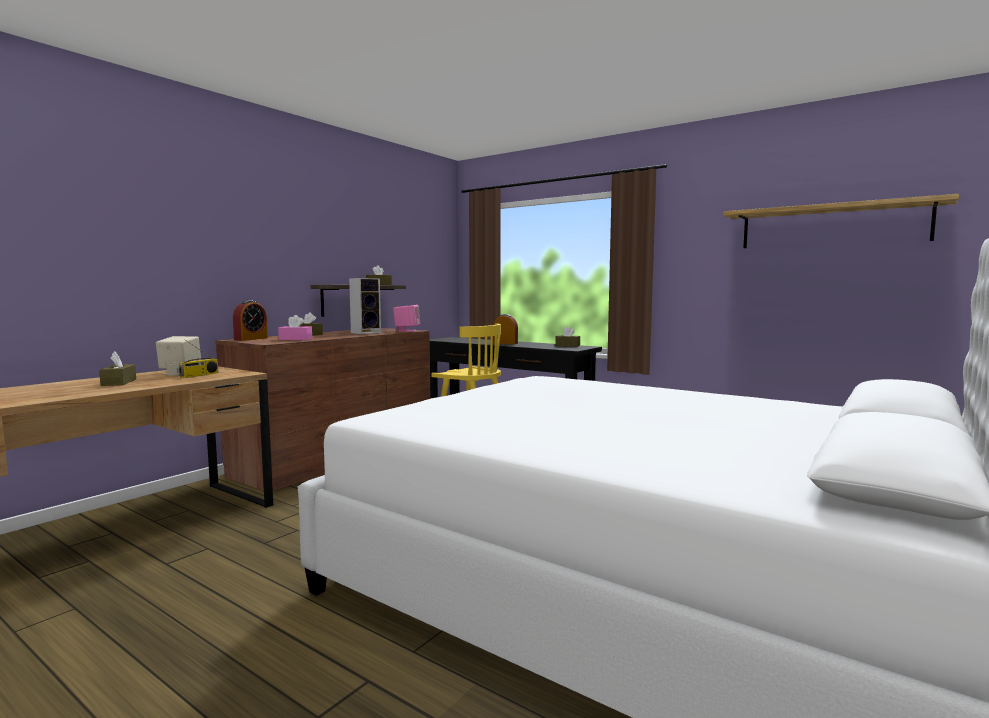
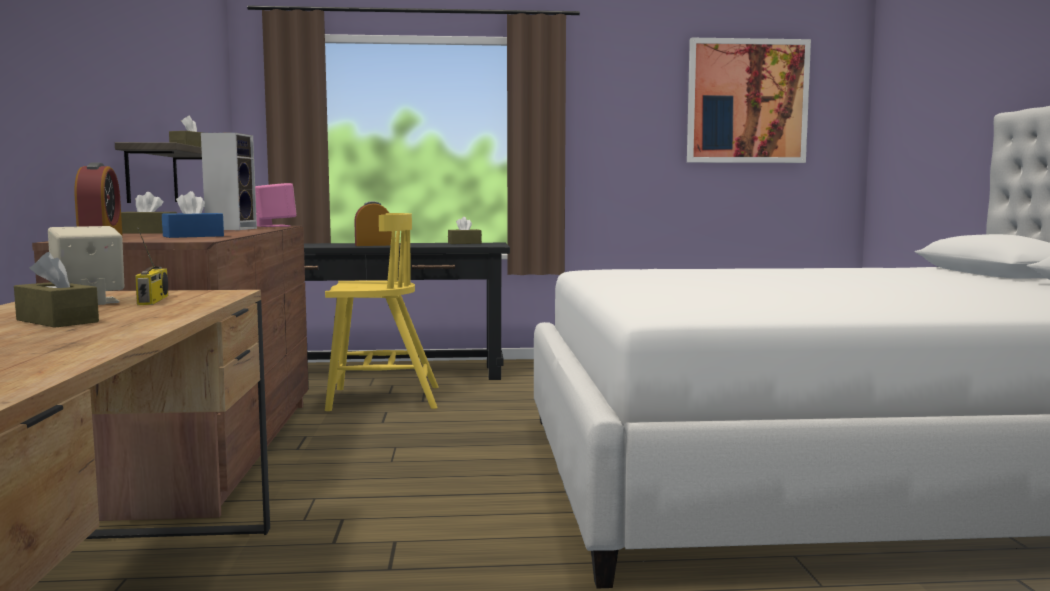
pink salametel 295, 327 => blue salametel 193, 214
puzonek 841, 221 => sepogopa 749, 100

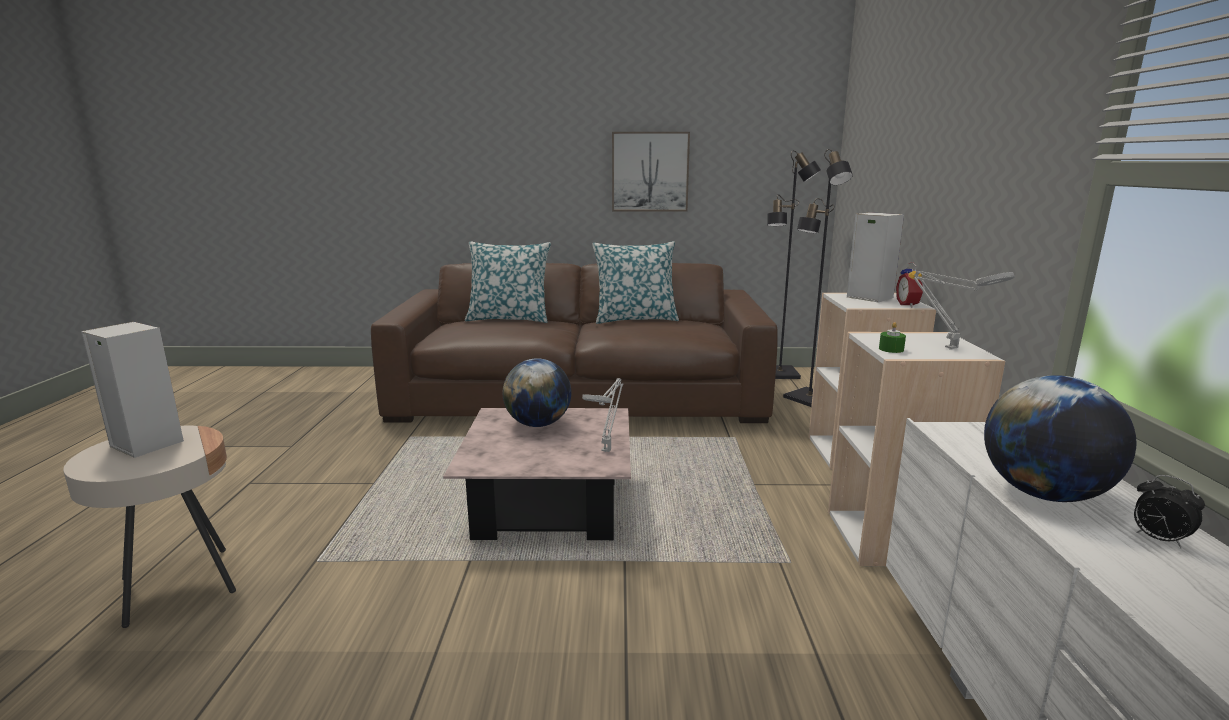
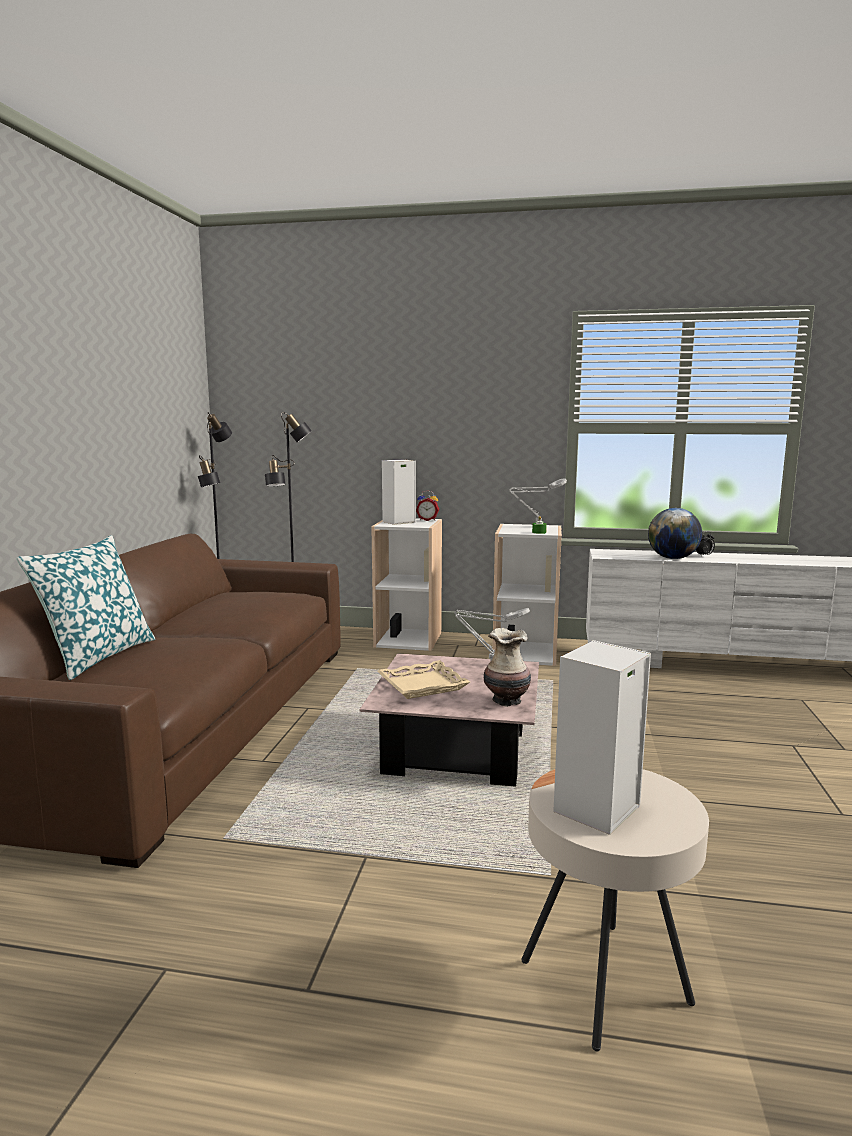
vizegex 537, 392 => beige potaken 423, 679
nothing => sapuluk 507, 667
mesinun 635, 282 => nothing
sepogopa 651, 171 => nothing

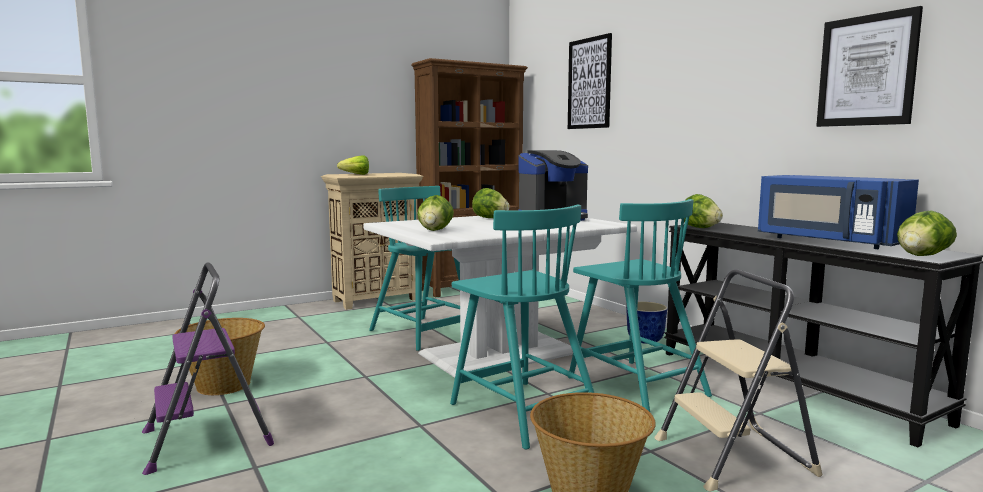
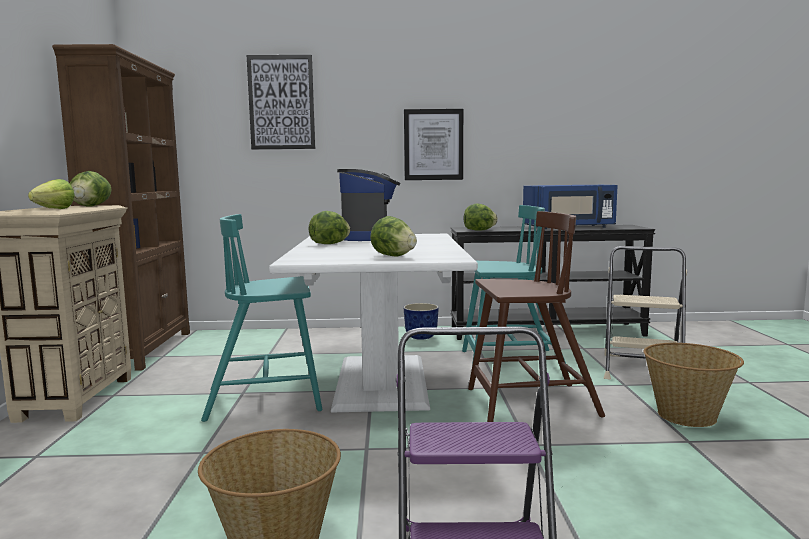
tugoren 927, 233 => tugoren 91, 188, move
sepogopa 869, 66 => sepogopa 433, 144, move
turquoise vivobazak 522, 327 => brown vivobazak 536, 316

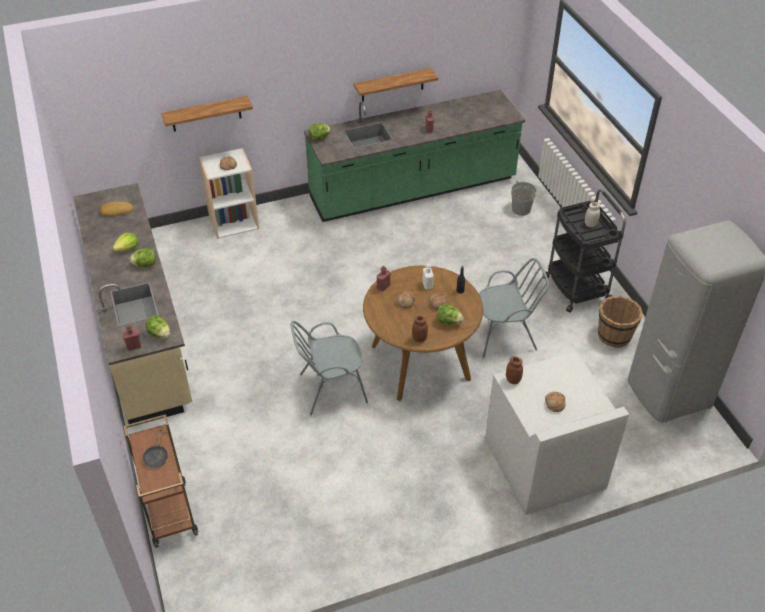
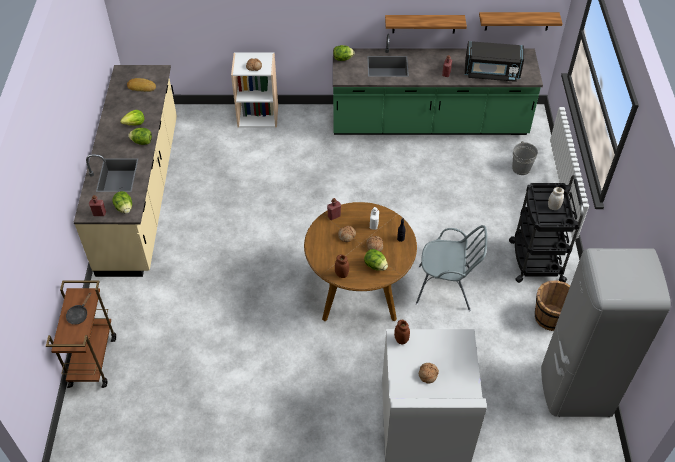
nothing => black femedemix 494, 61
puzonek 207, 114 => puzonek 521, 21, move
grey vivobazak 330, 369 => nothing

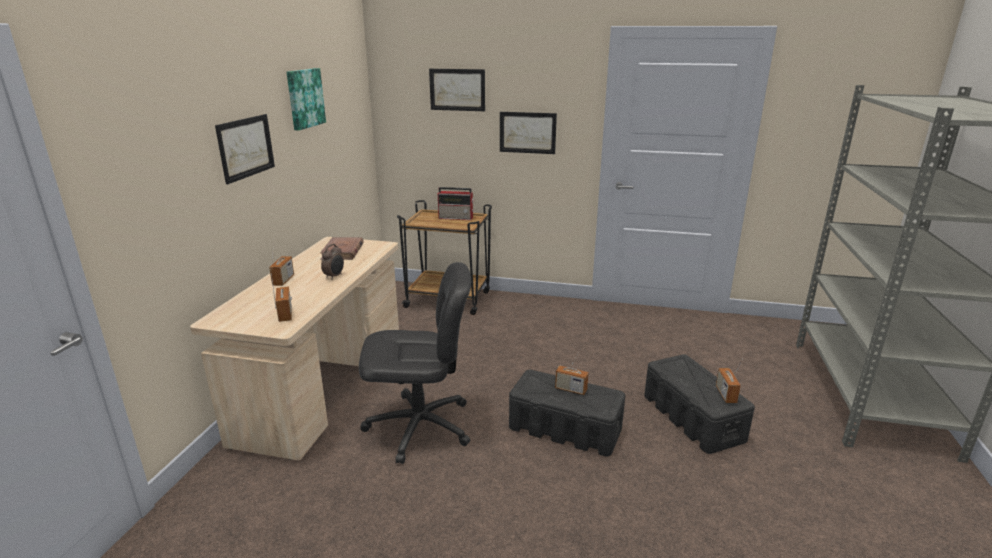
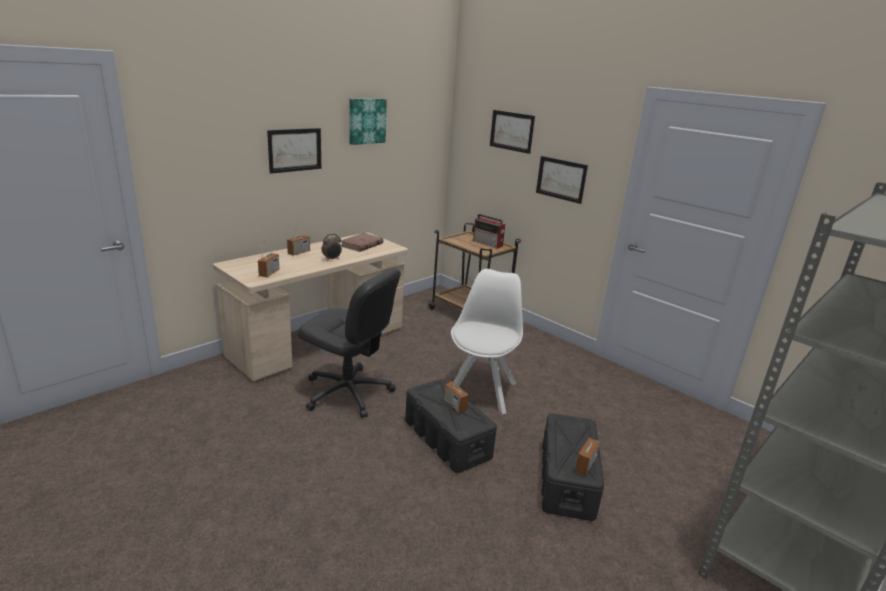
nothing => white vivobazak 487, 342

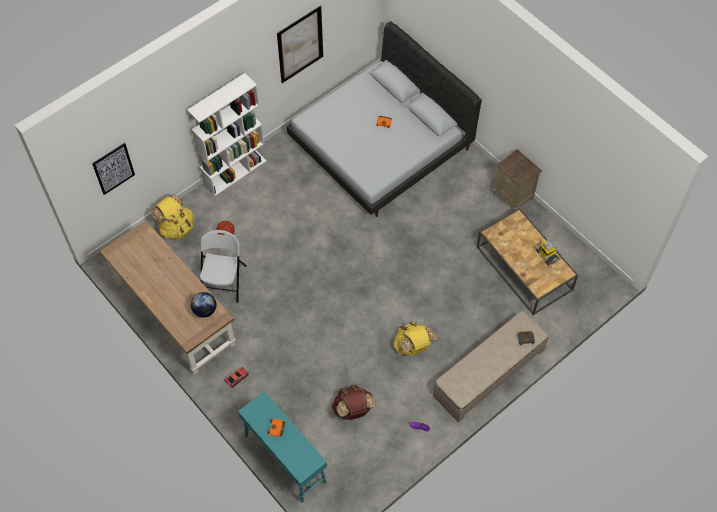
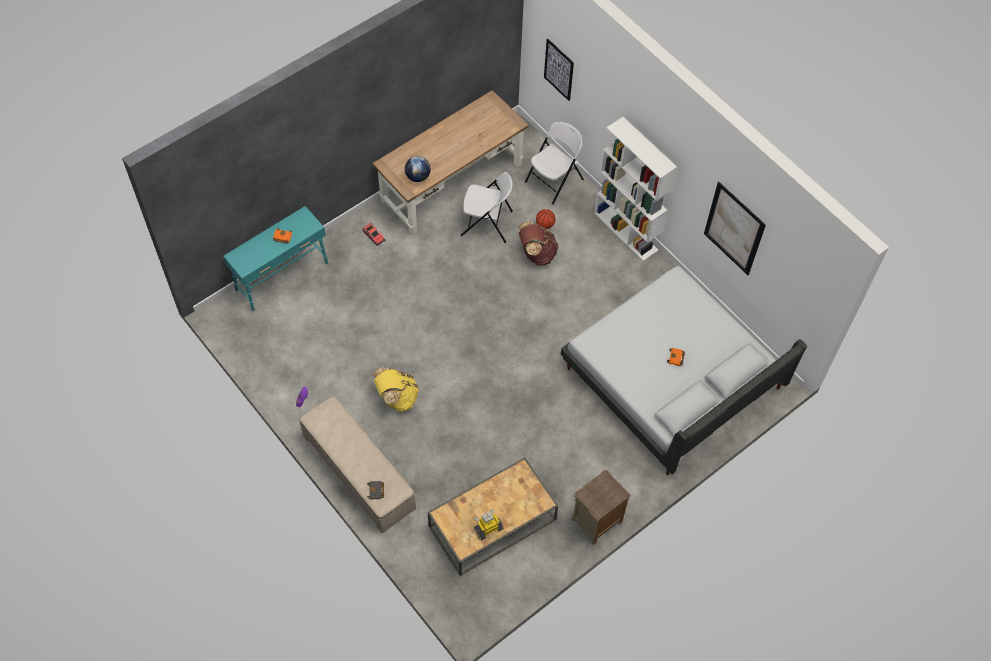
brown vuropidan 354, 402 => brown vuropidan 538, 244, move
yellow vuropidan 172, 216 => white vivobazak 554, 163

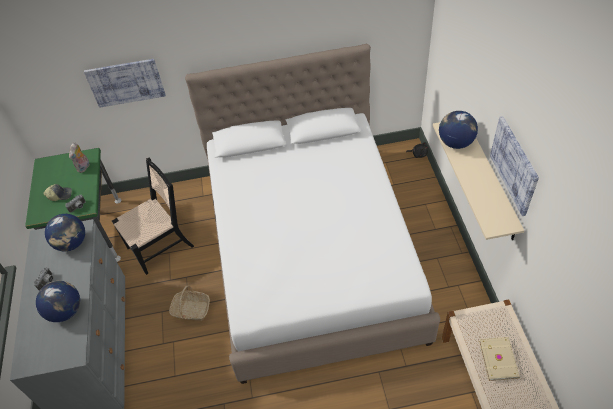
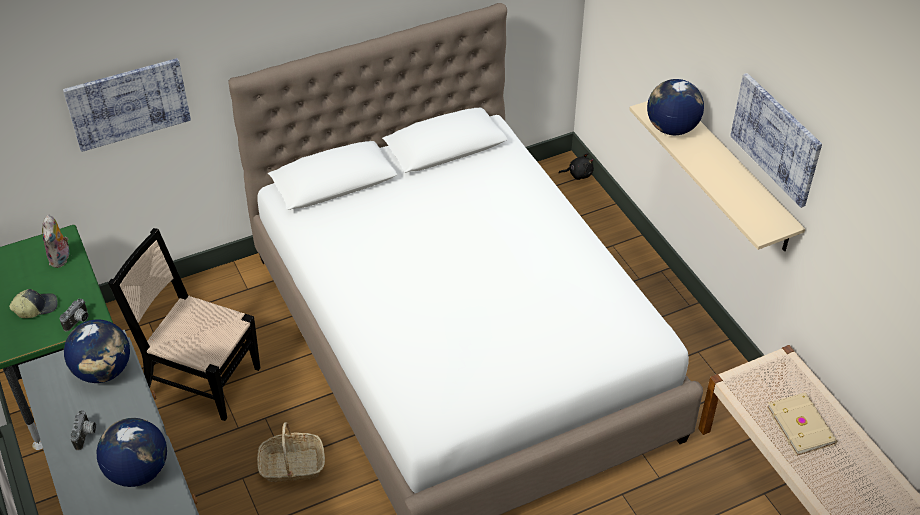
vivobazak 153, 216 => vivobazak 184, 324, 105 degrees counterclockwise

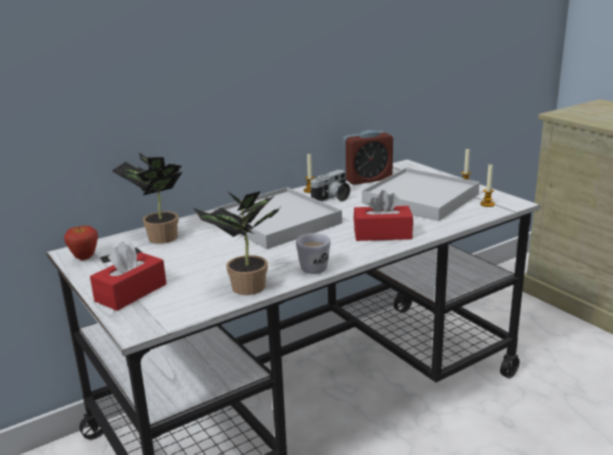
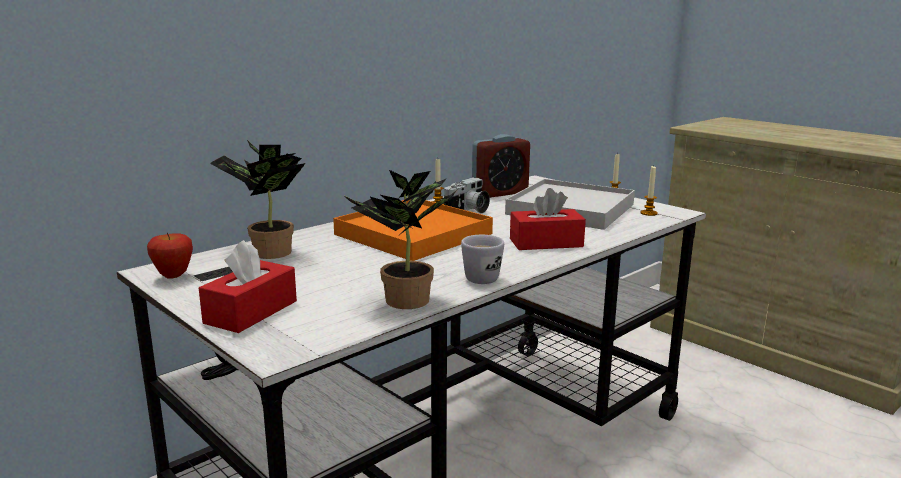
white potaken 278, 218 => orange potaken 413, 230

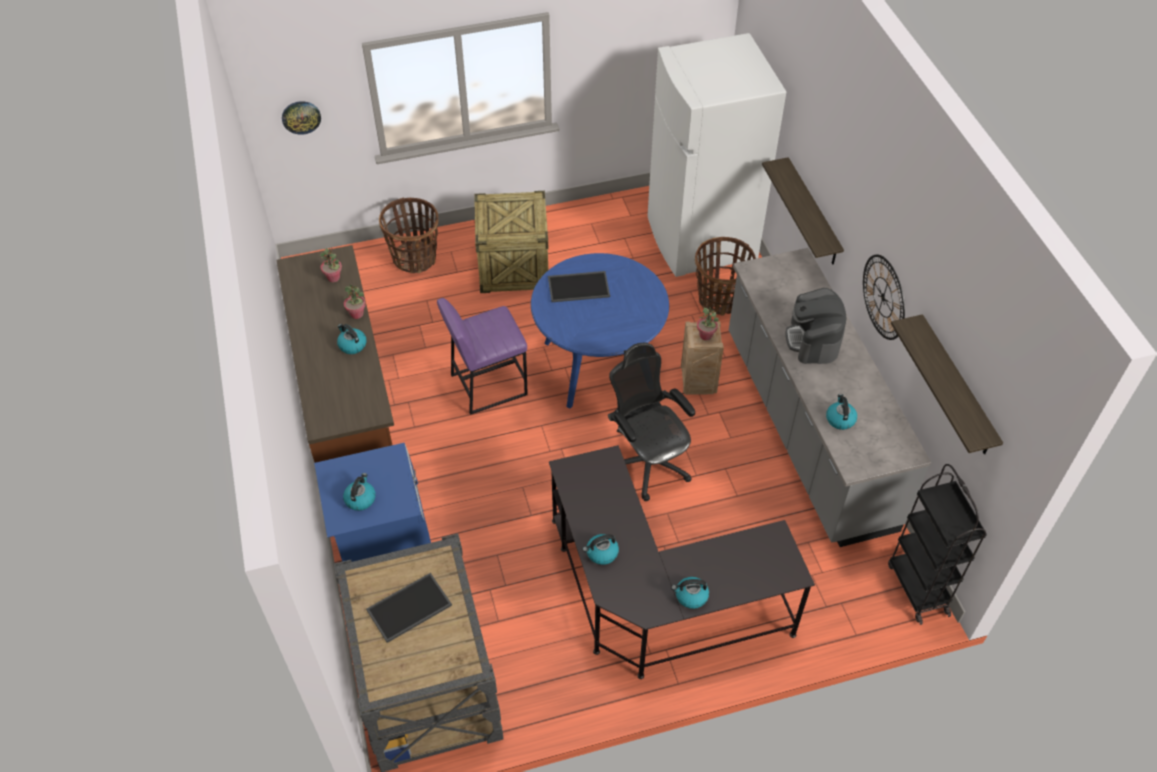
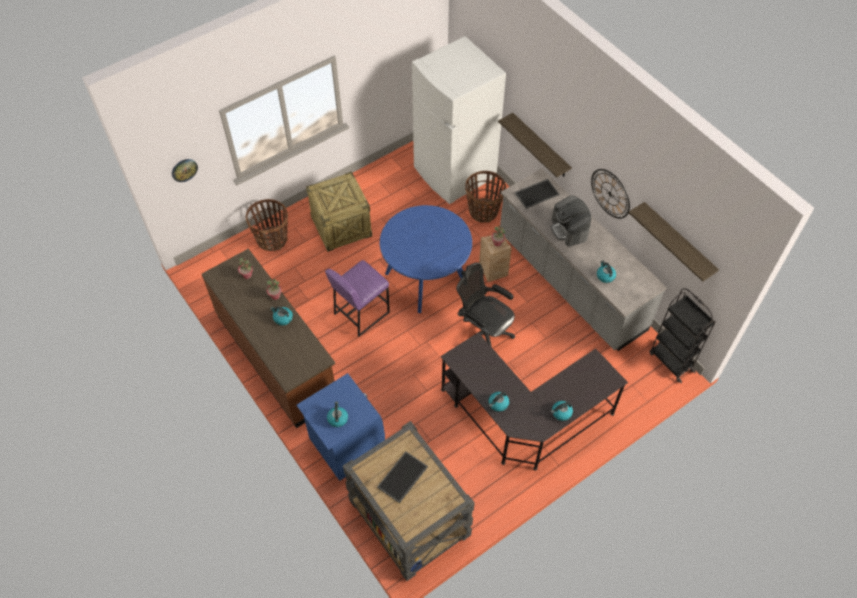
potaken 579, 286 => potaken 537, 194, move

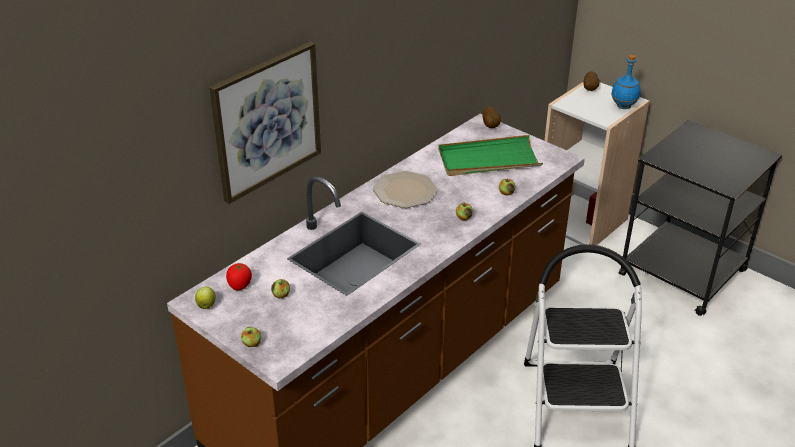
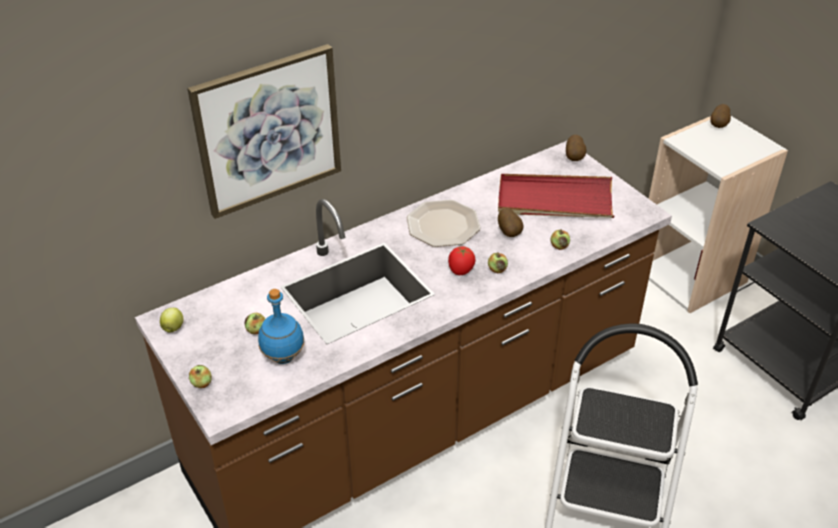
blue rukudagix 626, 82 => blue rukudagix 281, 326, move
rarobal 239, 276 => rarobal 462, 260, move
green potaken 490, 155 => red potaken 556, 196
nothing => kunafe 510, 222

